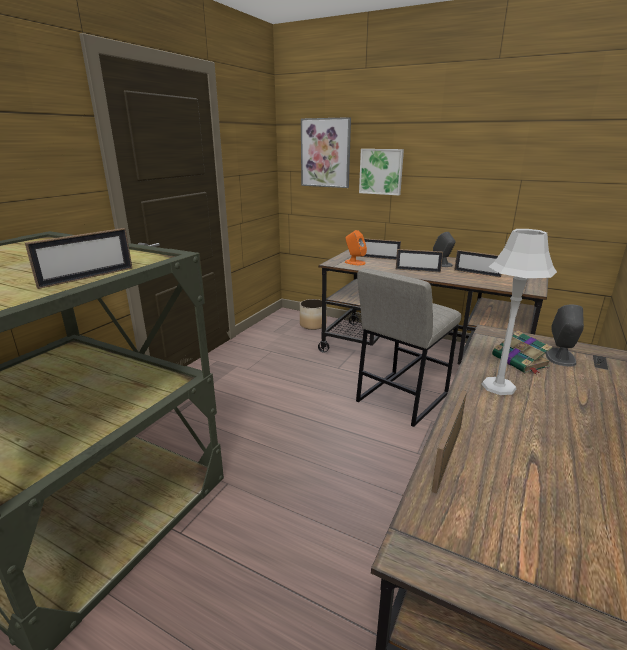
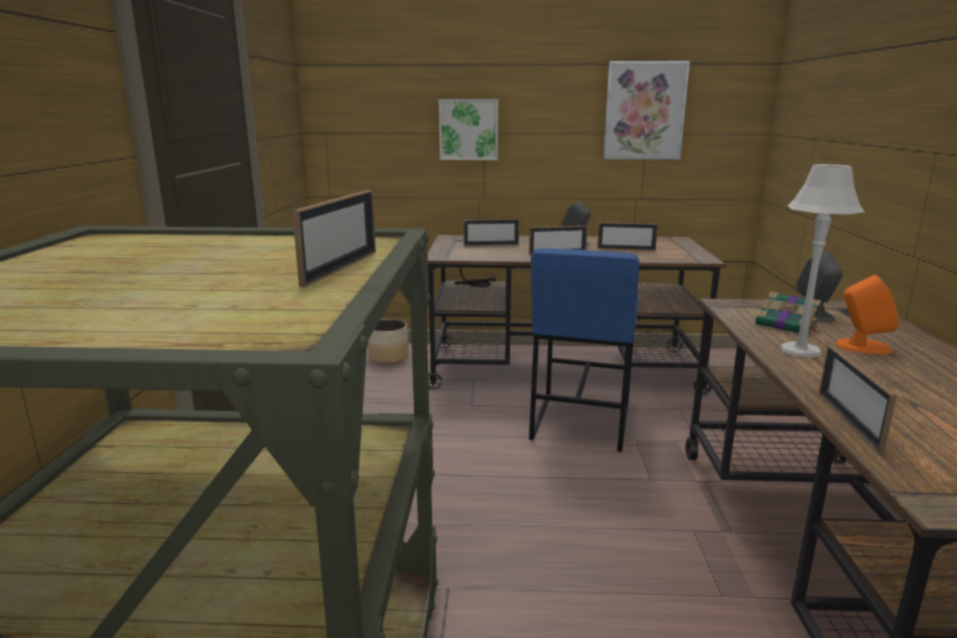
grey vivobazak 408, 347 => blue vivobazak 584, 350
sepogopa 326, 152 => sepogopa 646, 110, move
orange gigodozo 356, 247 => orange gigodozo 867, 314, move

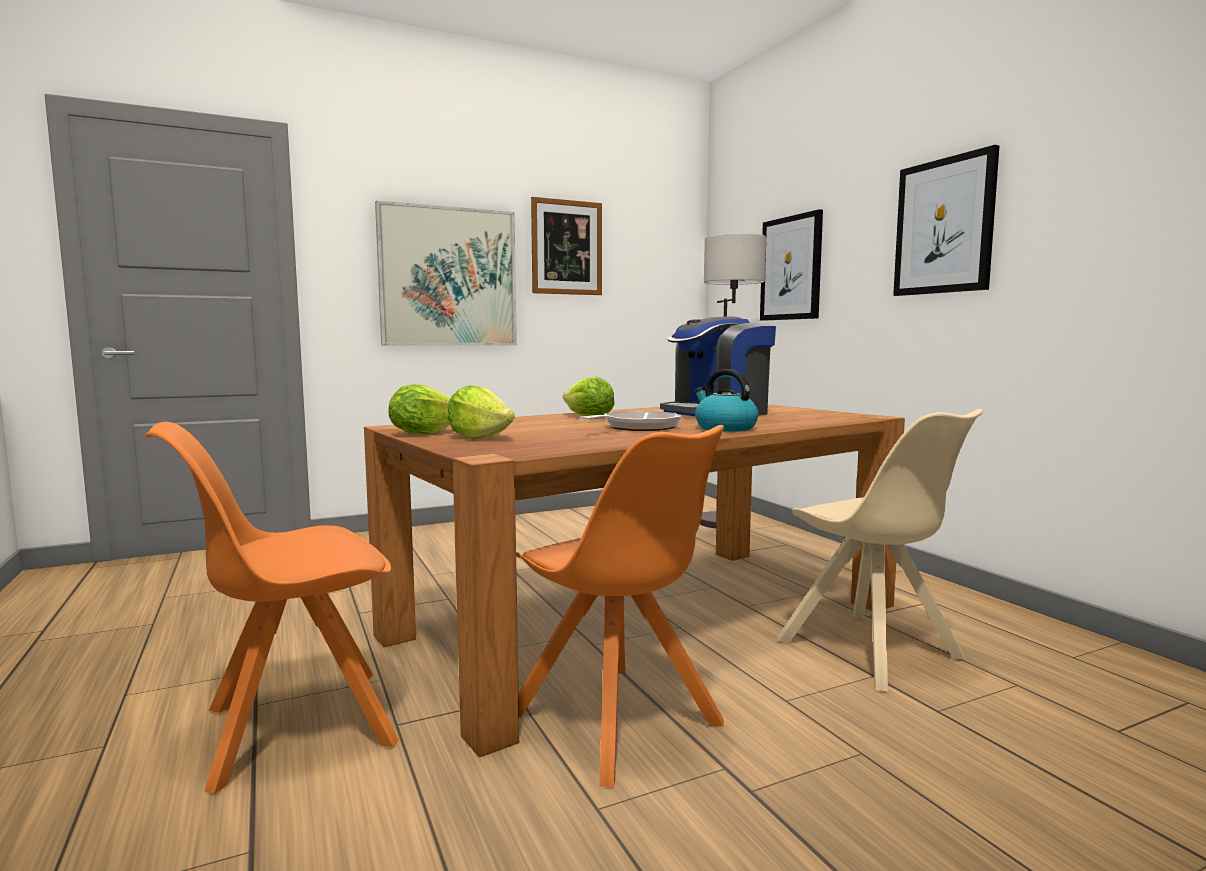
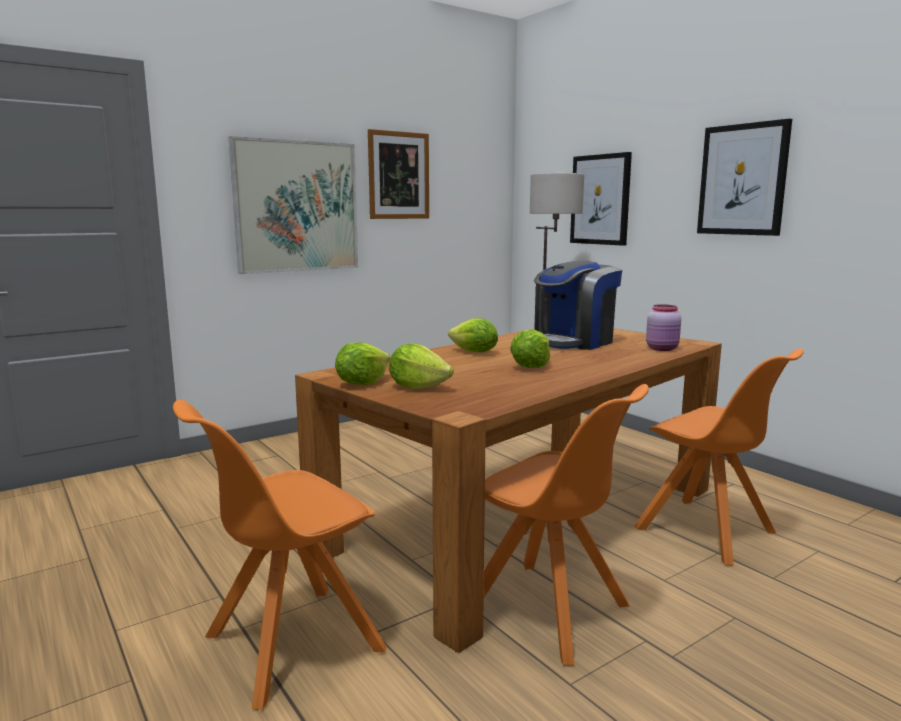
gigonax 630, 421 => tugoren 530, 349
beige vivobazak 880, 550 => orange vivobazak 719, 457
nothing => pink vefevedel 663, 327
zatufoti 726, 400 => nothing

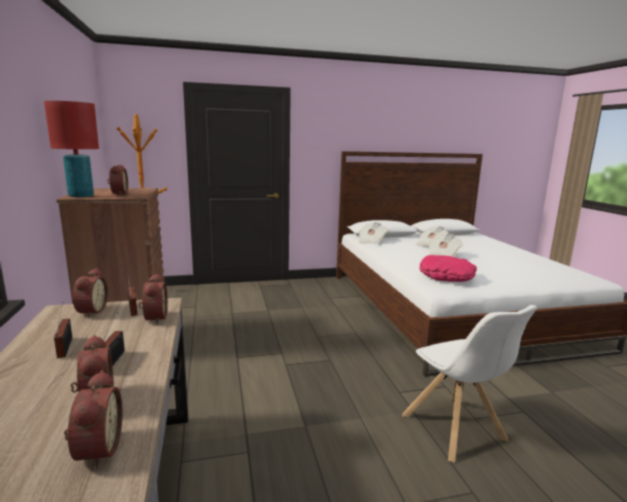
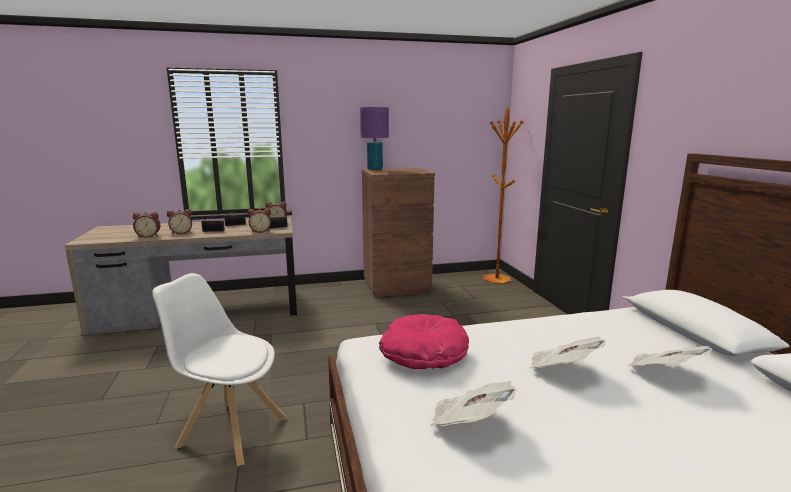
white vivobazak 469, 384 => white vivobazak 219, 370, 45 degrees clockwise
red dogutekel 71, 149 => purple dogutekel 374, 138
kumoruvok 372, 233 => kumoruvok 473, 403, move
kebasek 117, 180 => nothing

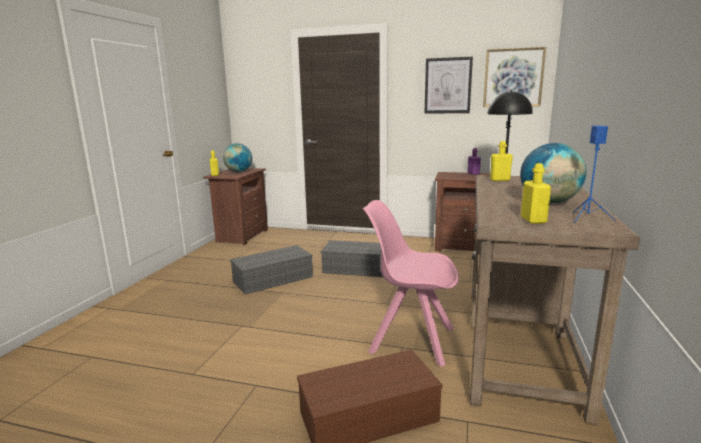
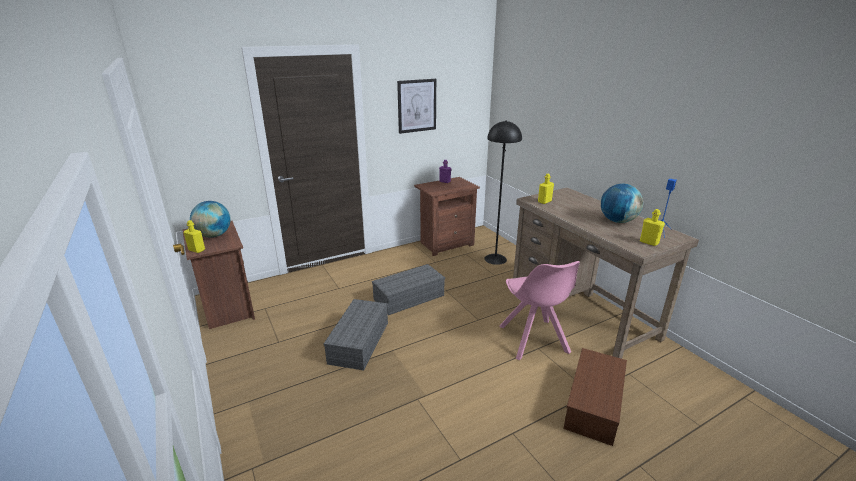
pink vivobazak 411, 283 => pink vivobazak 539, 310, 75 degrees counterclockwise
sepogopa 514, 77 => nothing

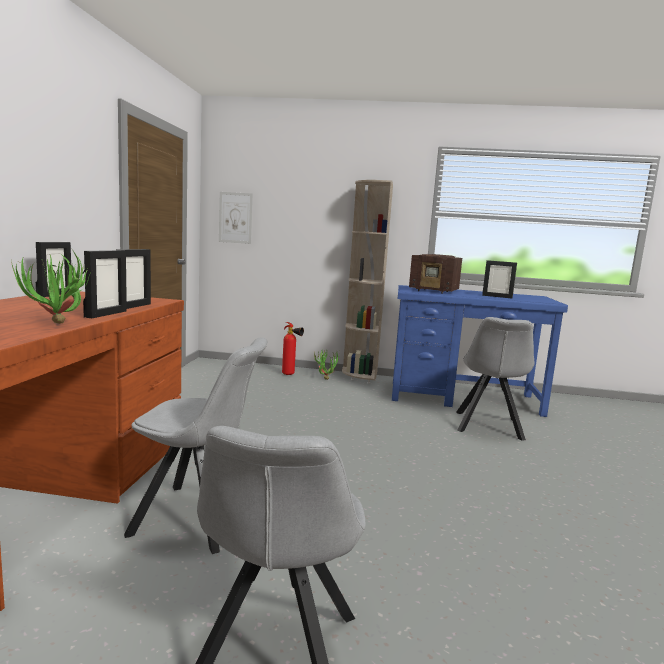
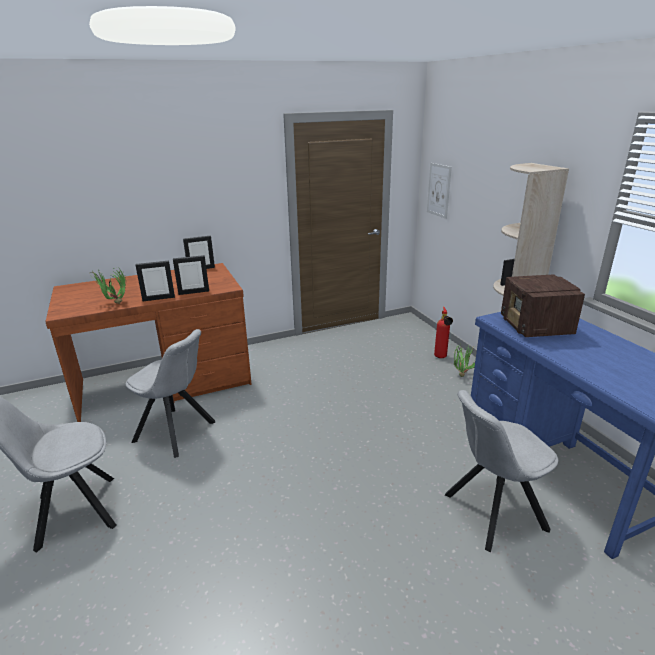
grey vivobazak 196, 445 => grey vivobazak 170, 393, 45 degrees counterclockwise
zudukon 499, 279 => nothing

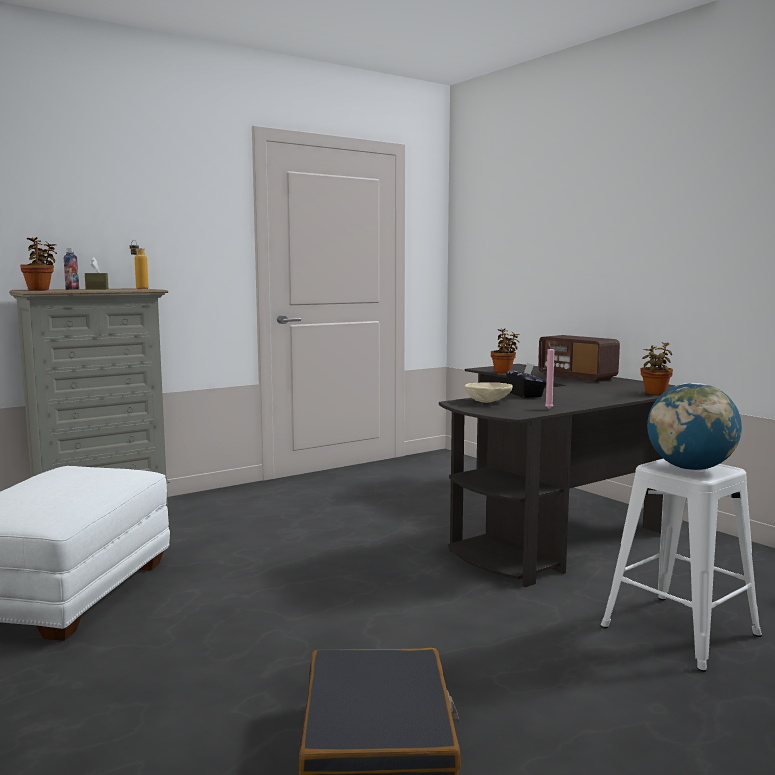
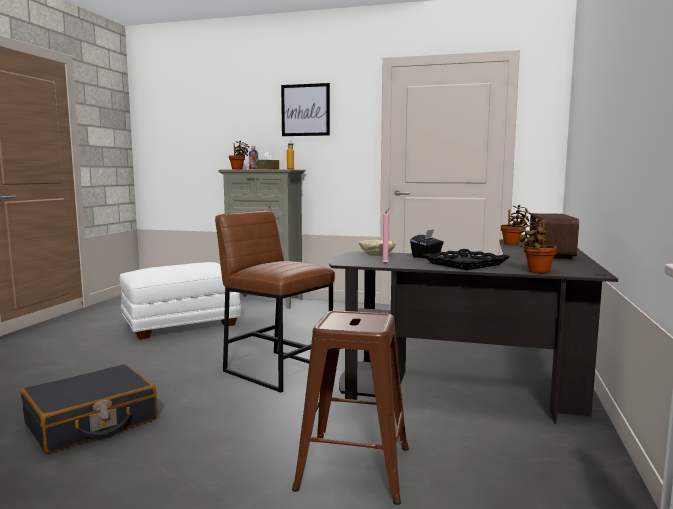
nothing => brown vivobazak 275, 301
nothing => sepogopa 305, 109
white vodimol 681, 565 => brown vodimol 350, 408
nothing => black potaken 466, 259
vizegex 694, 426 => nothing

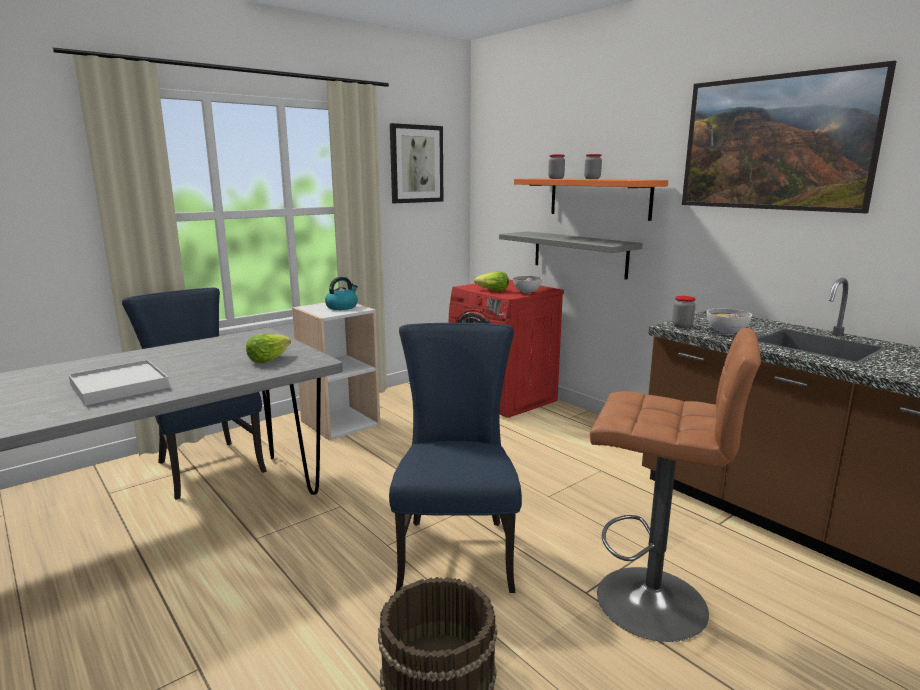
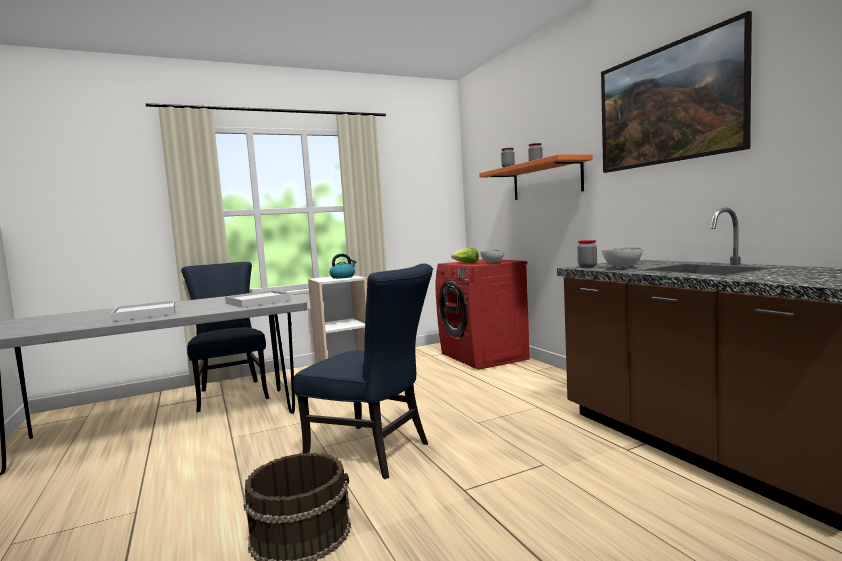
tugoren 268, 348 => white potaken 258, 299
blue vivobazak 455, 458 => blue vivobazak 363, 371, 105 degrees clockwise
sepogopa 416, 163 => nothing
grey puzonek 571, 255 => nothing
brown vodimol 675, 485 => nothing

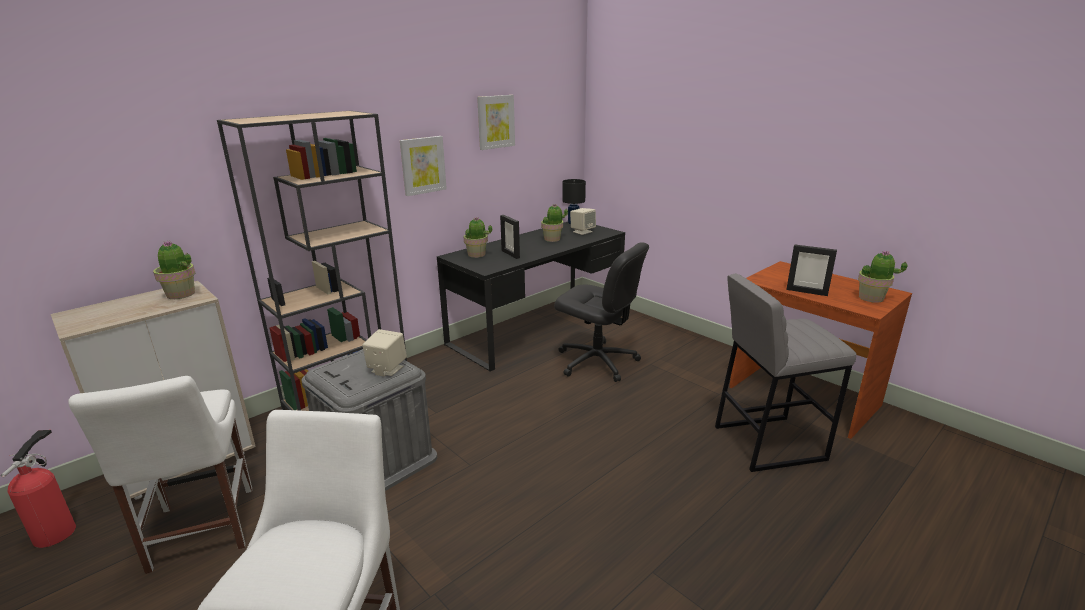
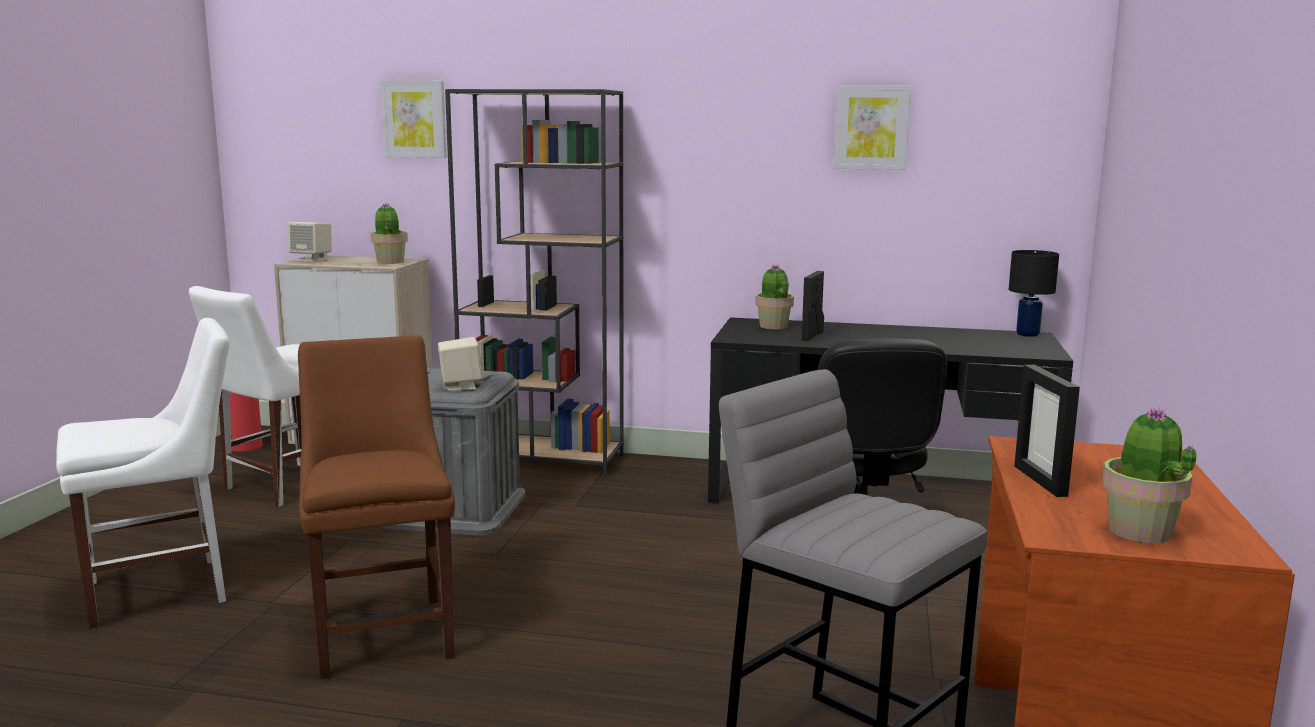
beige gigodozo 583, 221 => beige gigodozo 310, 242, move
nothing => brown vivobazak 376, 507
sepogopa 423, 166 => sepogopa 413, 119, move
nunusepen 554, 222 => nothing

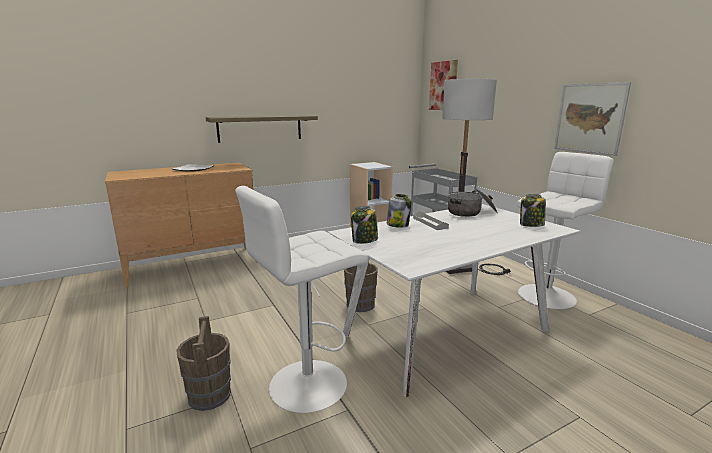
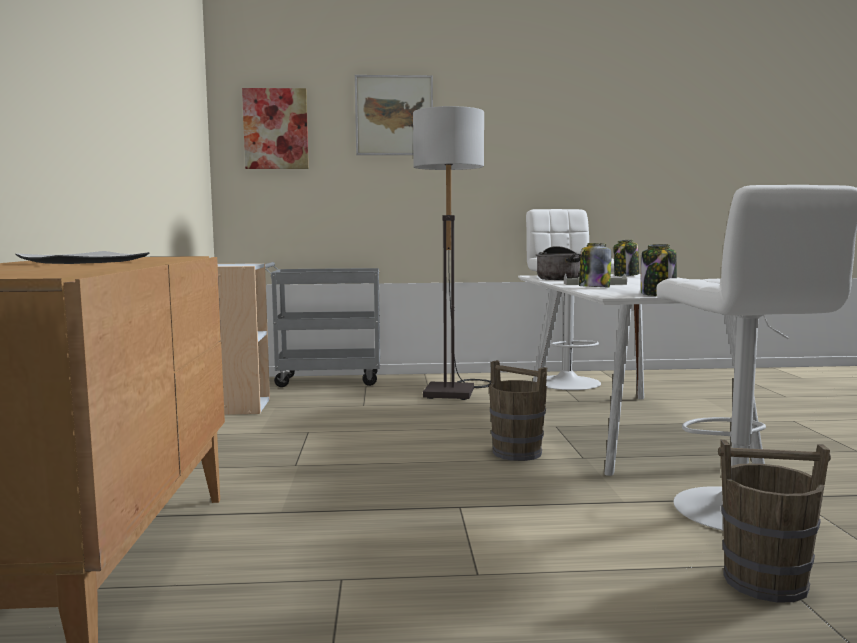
sepogopa 592, 119 => sepogopa 394, 115, move
puzonek 262, 129 => nothing

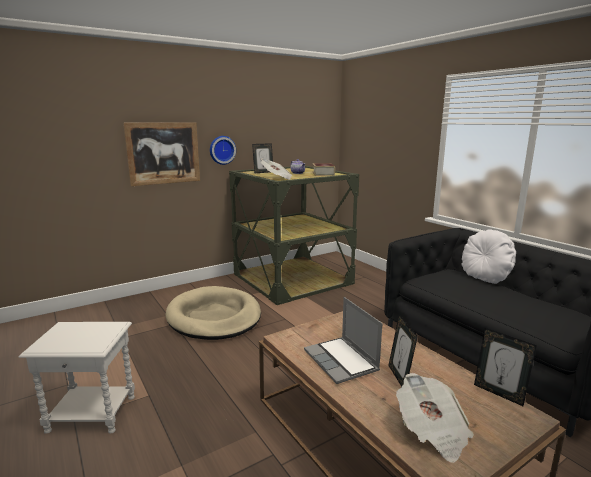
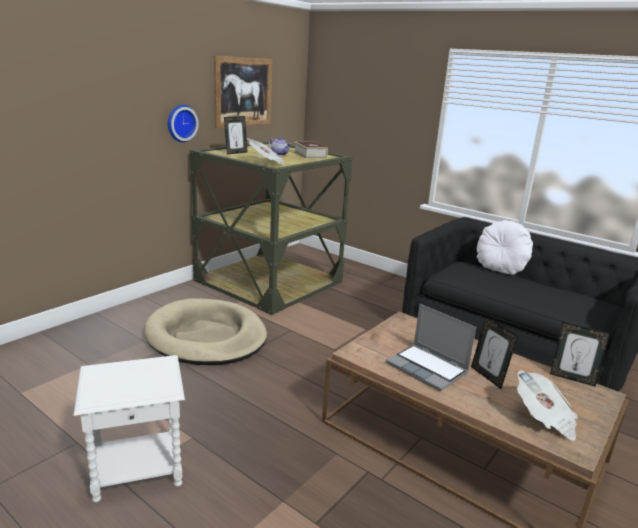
sepogopa 161, 154 => sepogopa 243, 92, move

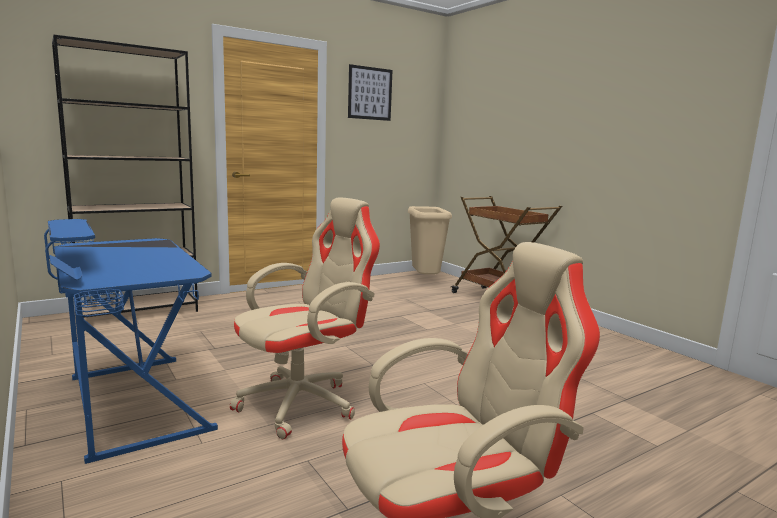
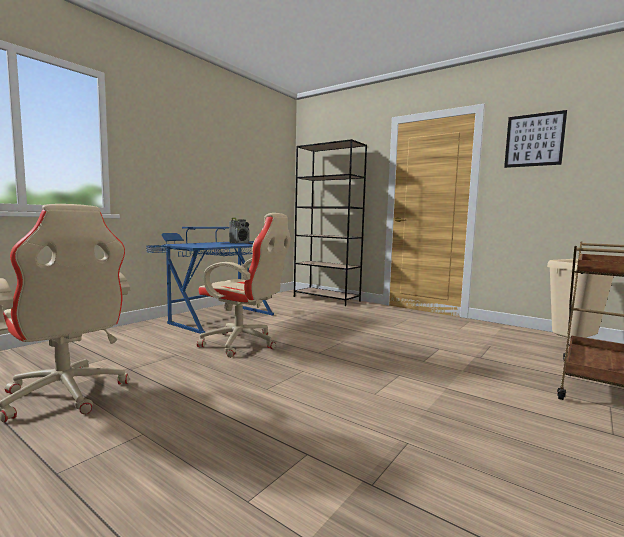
nothing => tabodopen 239, 230

